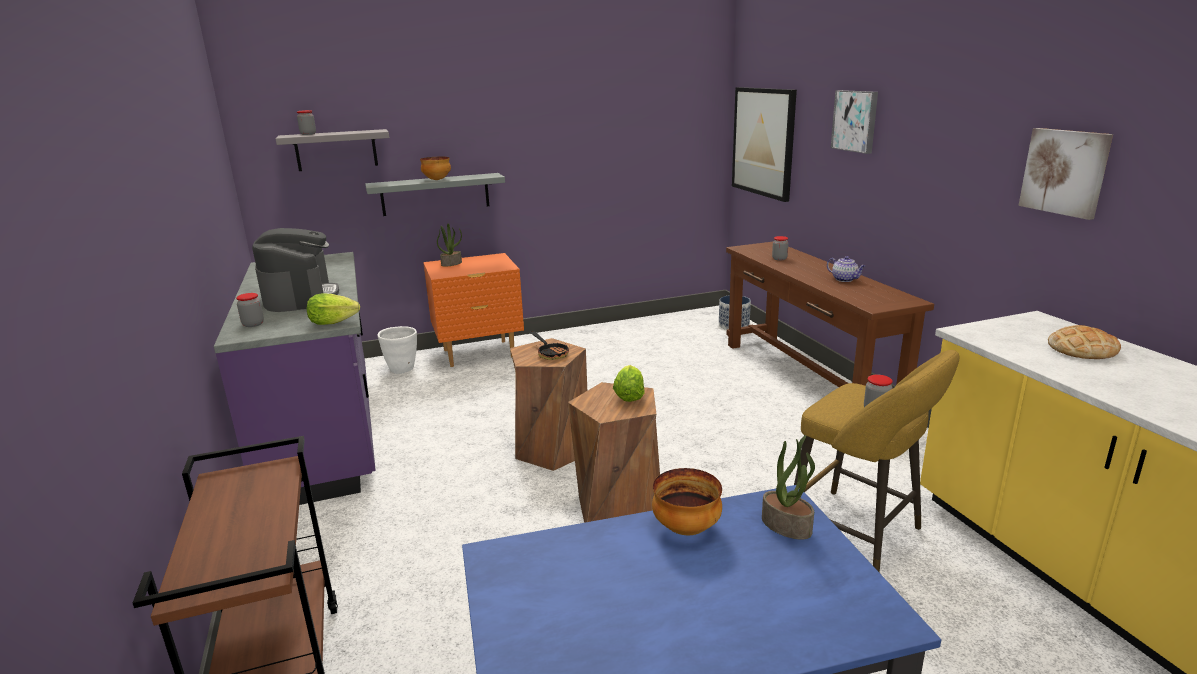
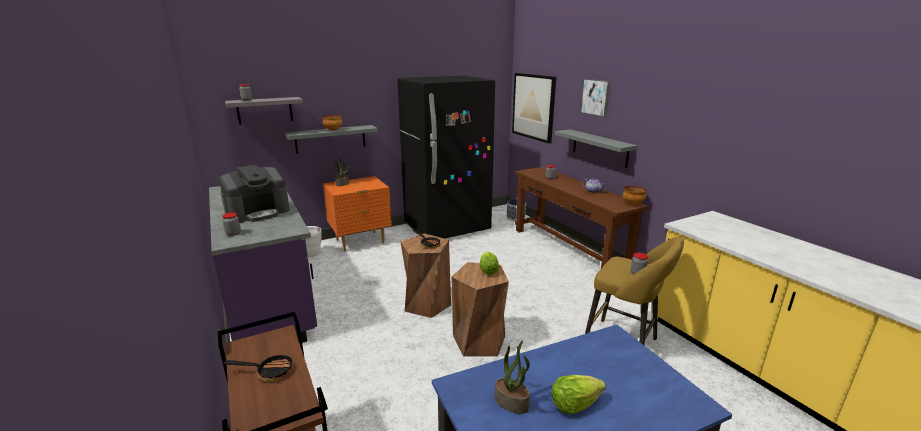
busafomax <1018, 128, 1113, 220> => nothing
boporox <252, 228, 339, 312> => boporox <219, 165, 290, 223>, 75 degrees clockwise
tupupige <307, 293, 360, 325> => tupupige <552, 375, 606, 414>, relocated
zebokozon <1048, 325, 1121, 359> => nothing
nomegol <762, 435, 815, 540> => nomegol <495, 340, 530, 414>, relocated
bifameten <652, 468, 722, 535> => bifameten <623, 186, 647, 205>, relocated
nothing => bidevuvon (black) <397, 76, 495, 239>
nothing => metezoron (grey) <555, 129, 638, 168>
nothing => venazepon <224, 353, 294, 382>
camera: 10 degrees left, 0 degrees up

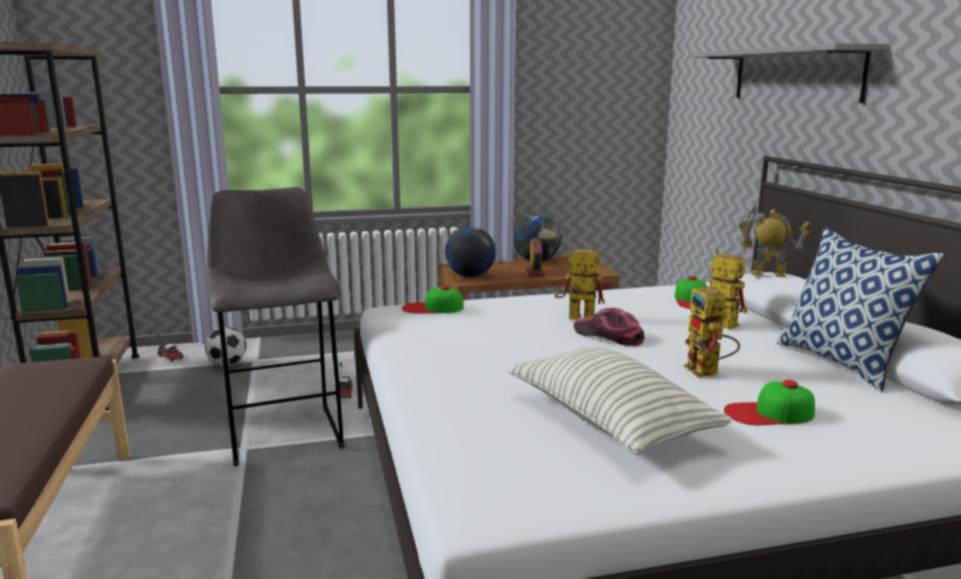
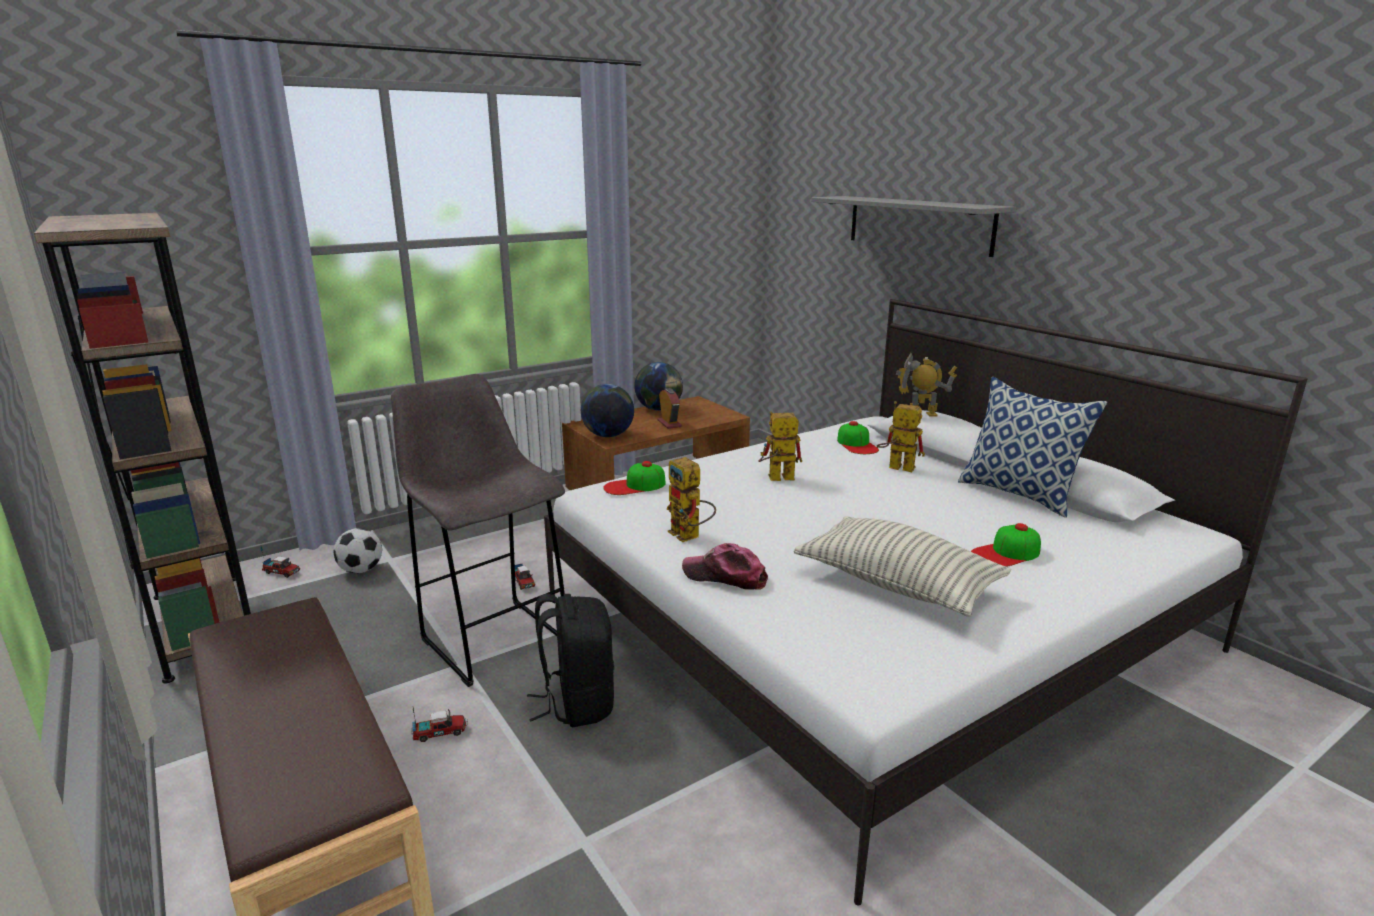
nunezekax <684, 287, 740, 378> => nunezekax <667, 457, 716, 542>, relocated
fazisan <574, 308, 645, 346> => fazisan <682, 543, 768, 590>, relocated
nothing => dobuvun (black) <527, 594, 614, 727>
nothing => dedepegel <411, 707, 468, 742>
camera: 20 degrees left, 5 degrees up

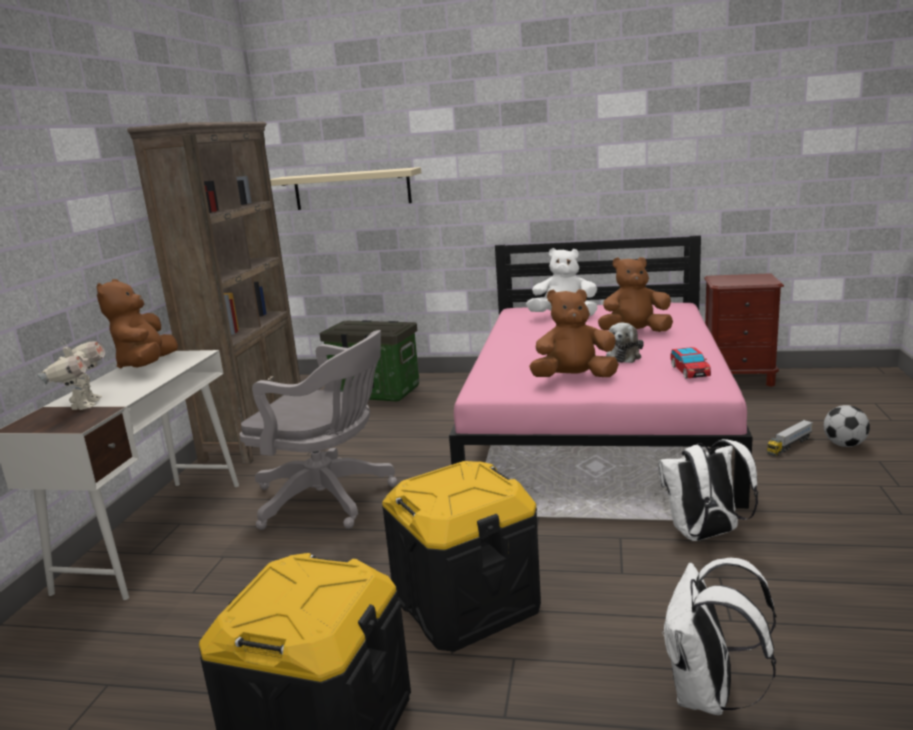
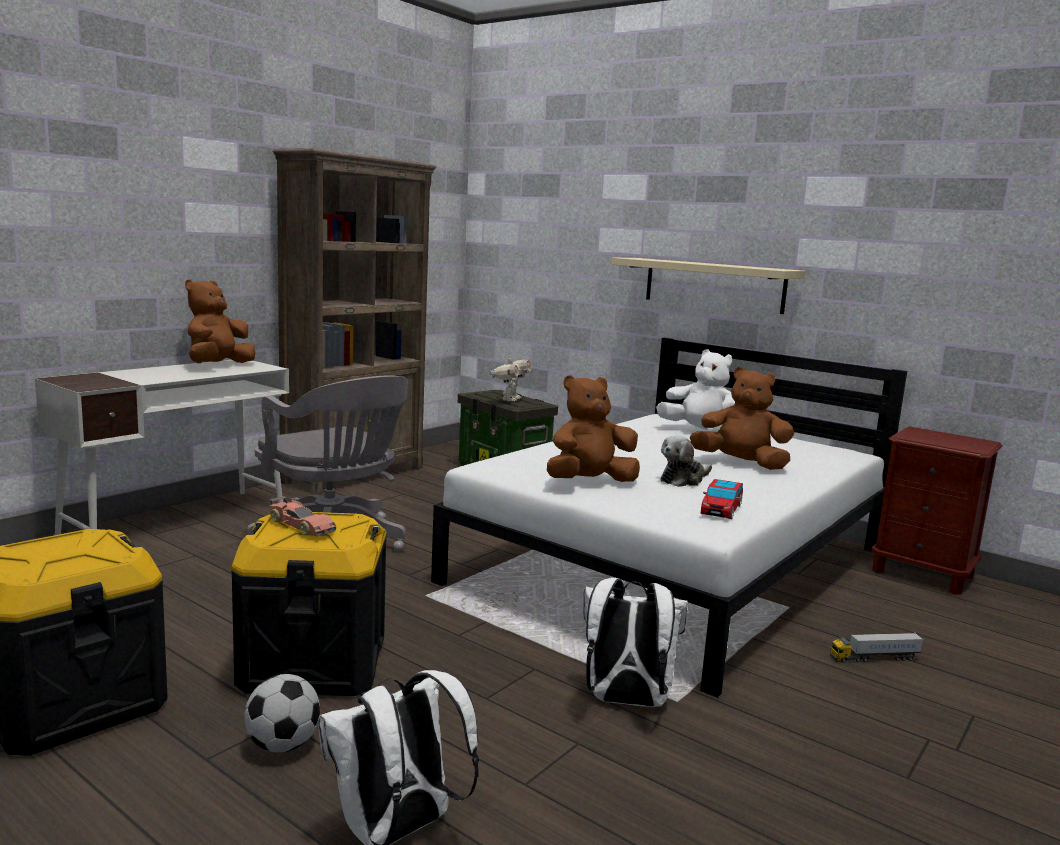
metezoron (beige) <270, 167, 421, 210> => metezoron (beige) <611, 257, 806, 314>, relocated
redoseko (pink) <449, 235, 753, 509> => redoseko (white) <431, 338, 907, 697>
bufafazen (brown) <529, 289, 619, 377> => bufafazen (brown) <547, 375, 640, 482>, 45 degrees counterclockwise
nunezekax <37, 340, 105, 410> => nunezekax <490, 355, 531, 401>, relocated
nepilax <824, 405, 870, 447> => nepilax <244, 674, 320, 753>, relocated
nothing => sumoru <270, 496, 336, 537>
camera: 25 degrees right, 5 degrees down

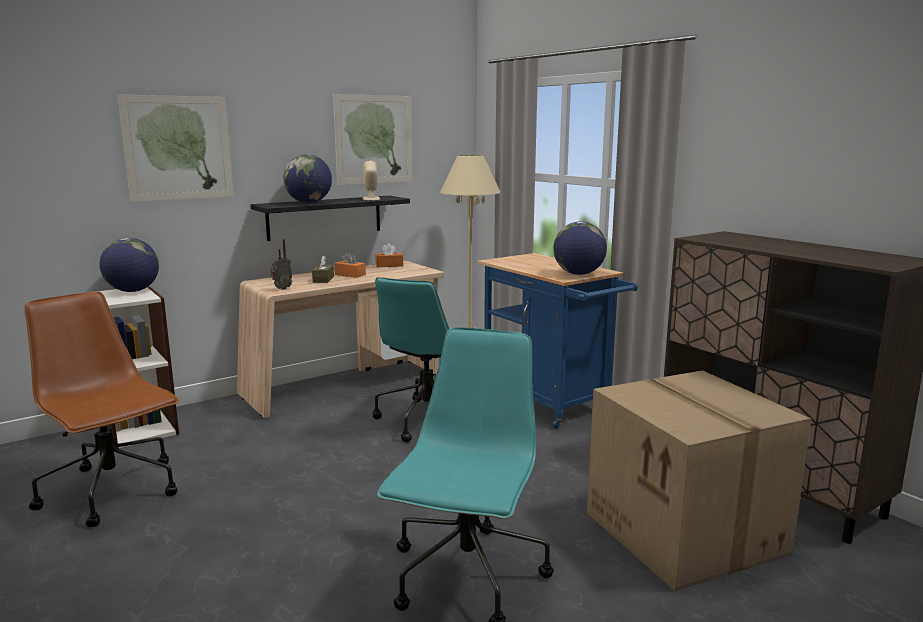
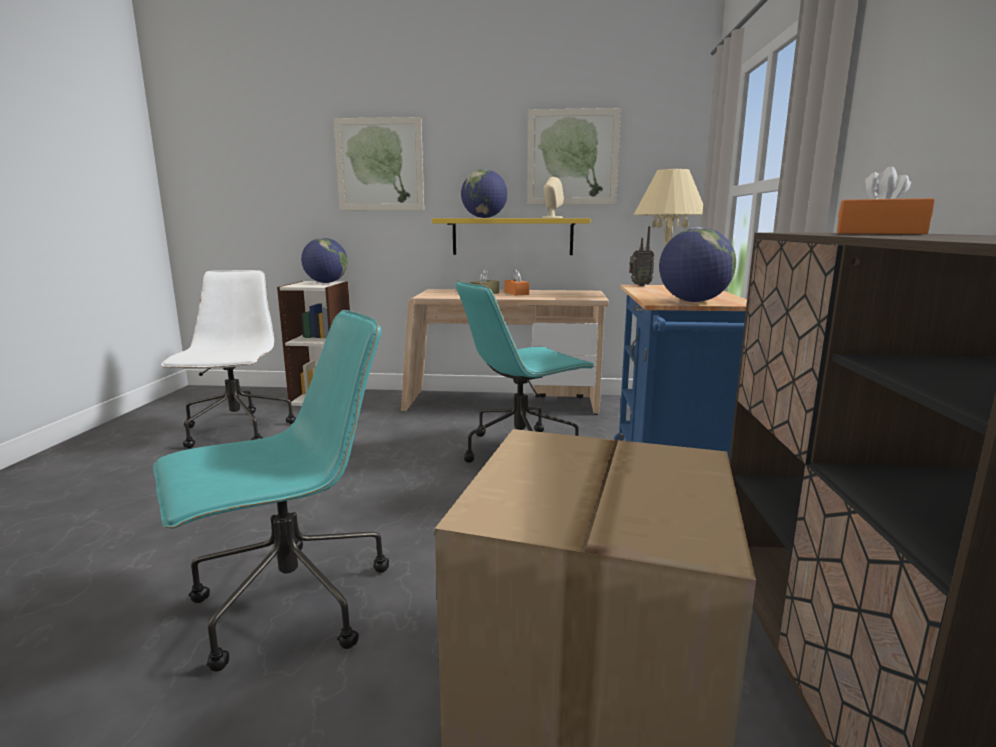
metezoron (black) <251, 195, 410, 241> => metezoron (yellow) <432, 218, 590, 255>
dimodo <270, 239, 293, 290> => dimodo <629, 226, 655, 286>, relocated
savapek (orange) <375, 243, 403, 267> => savapek (orange) <837, 166, 935, 234>, relocated
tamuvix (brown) <24, 291, 179, 527> => tamuvix (white) <161, 270, 296, 448>
camera: 40 degrees right, 0 degrees up

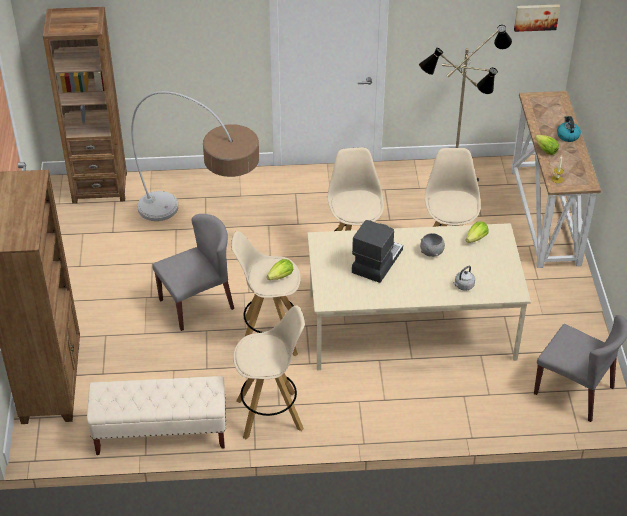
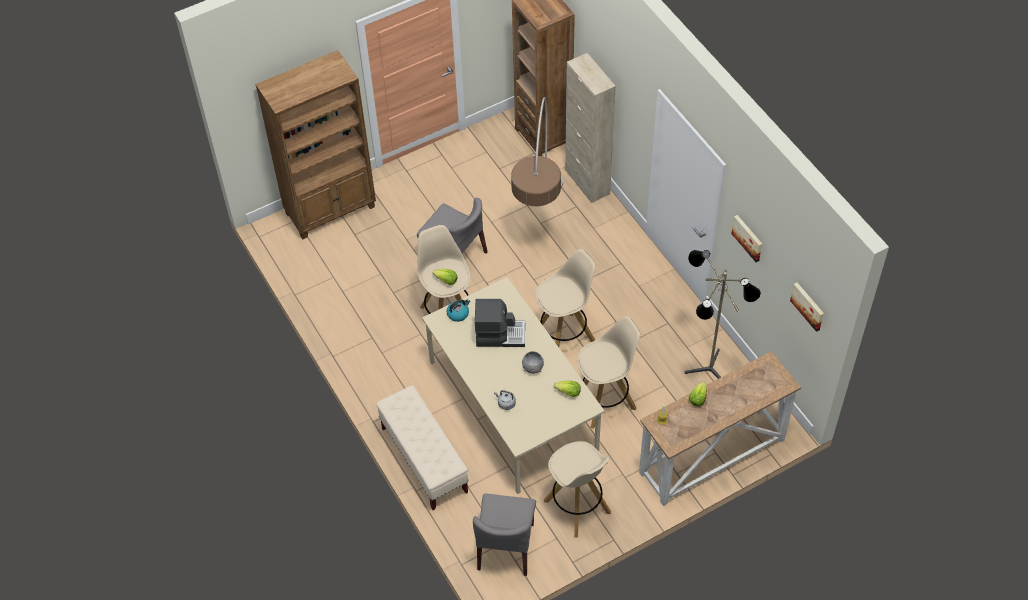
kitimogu <557, 116, 581, 142> => kitimogu <447, 299, 470, 322>, relocated
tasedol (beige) <233, 305, 305, 439> => tasedol (beige) <544, 441, 611, 538>, relocated
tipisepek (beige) <87, 376, 226, 455> => tipisepek (beige) <376, 386, 468, 510>, relocated
nothing => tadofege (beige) <565, 53, 616, 203>
nothing => busafomax <731, 215, 762, 262>
camera: 65 degrees right, 10 degrees up

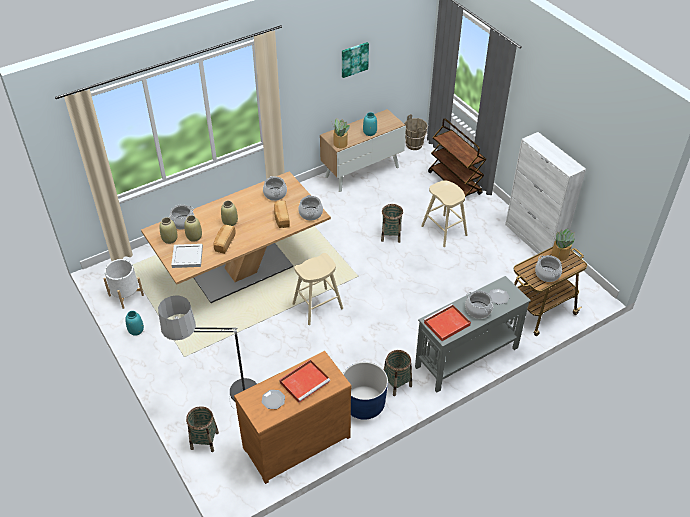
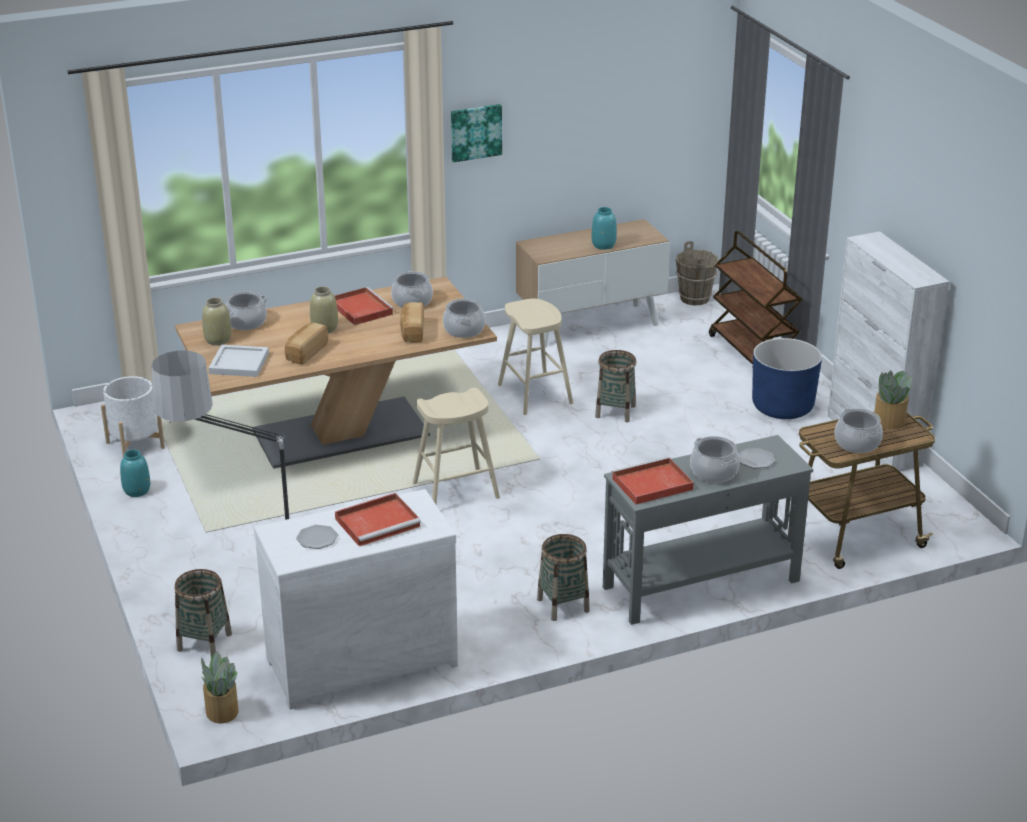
busafomax <342, 42, 369, 78> => busafomax <451, 104, 502, 162>, relocated
nomegol <333, 118, 350, 148> => nomegol <201, 651, 238, 724>, relocated
tasedol (beige) <421, 180, 467, 247> => tasedol (beige) <498, 298, 573, 415>, relocated
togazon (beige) <184, 215, 202, 242> => nothing
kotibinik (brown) <234, 351, 352, 484> => kotibinik (white) <254, 489, 458, 710>
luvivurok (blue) <343, 362, 388, 420> => luvivurok (blue) <752, 338, 822, 419>, relocated
nothing => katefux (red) <335, 287, 394, 325>
camera: 10 degrees right, 15 degrees down

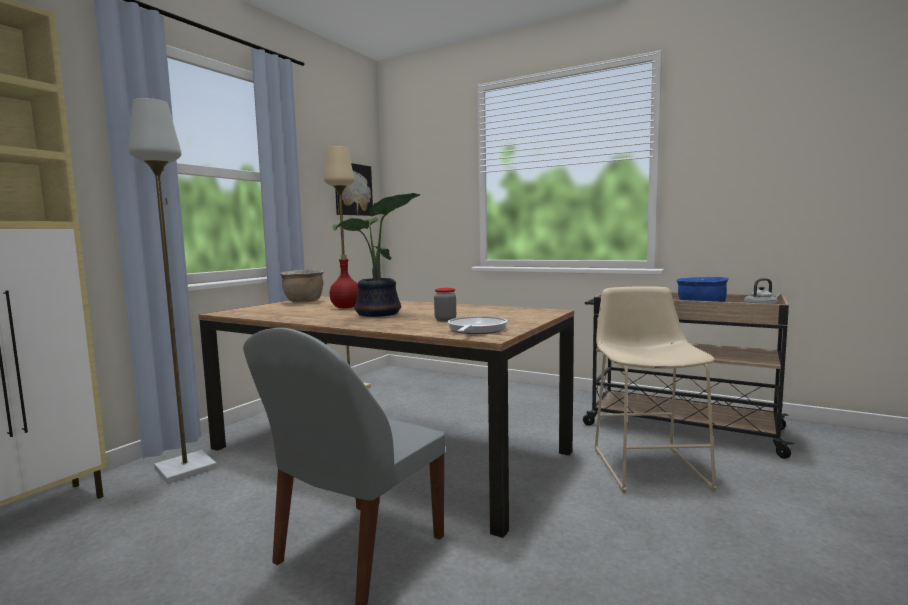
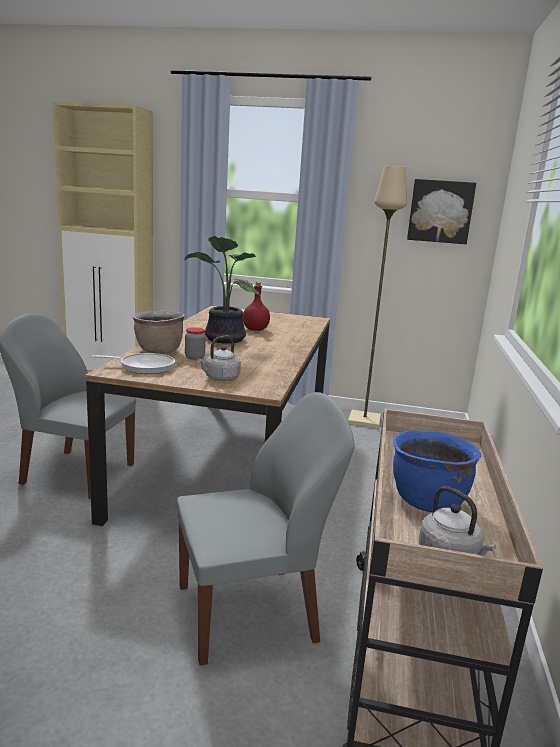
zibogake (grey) <128, 98, 217, 484> => nothing
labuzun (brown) <280, 269, 324, 303> => labuzun (brown) <132, 310, 185, 354>, relocated
tasedol (beige) <594, 286, 717, 493> => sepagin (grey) <177, 392, 355, 666>
nothing => kitimogu (grey) <197, 336, 241, 381>
camera: 70 degrees right, 10 degrees up

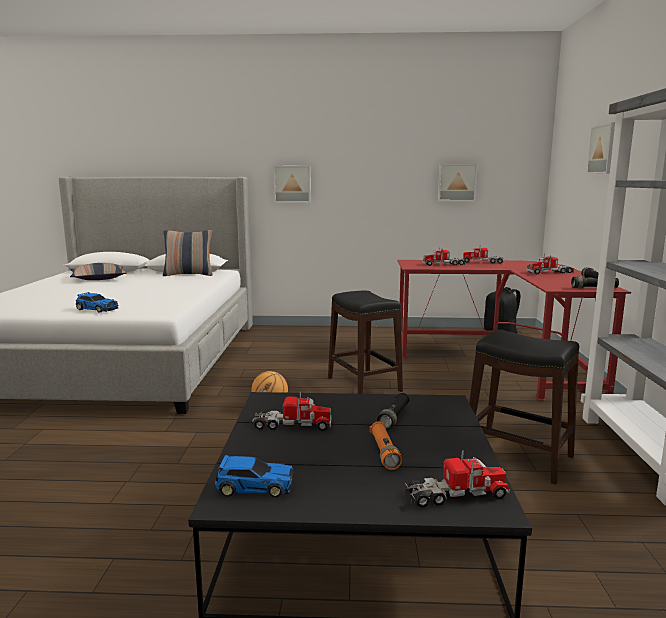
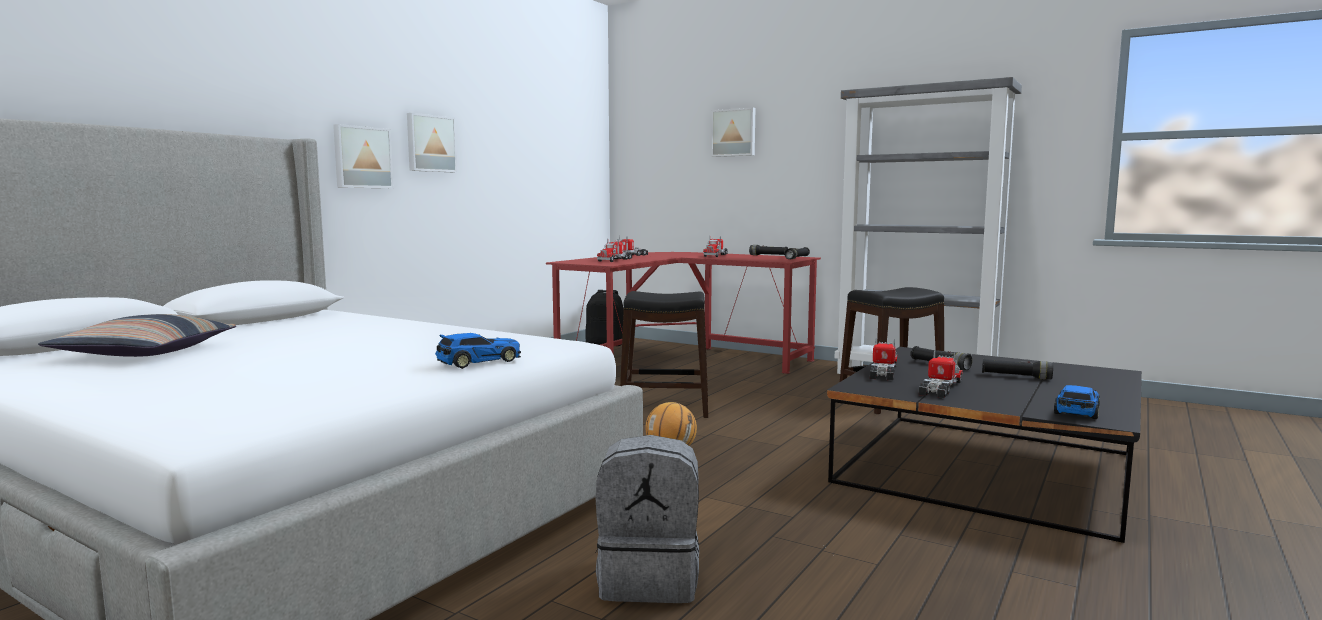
busafomax <438, 164, 477, 201> => busafomax <407, 113, 457, 172>, relocated
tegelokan <163, 230, 213, 276> => nothing
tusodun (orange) <370, 422, 402, 470> => tusodun (black) <982, 358, 1053, 380>
dedepegel <405, 450, 510, 508> => dedepegel <870, 338, 898, 381>, relocated
nothing => dobuvun (grey) <596, 435, 699, 603>
camera: 60 degrees left, 5 degrees down

